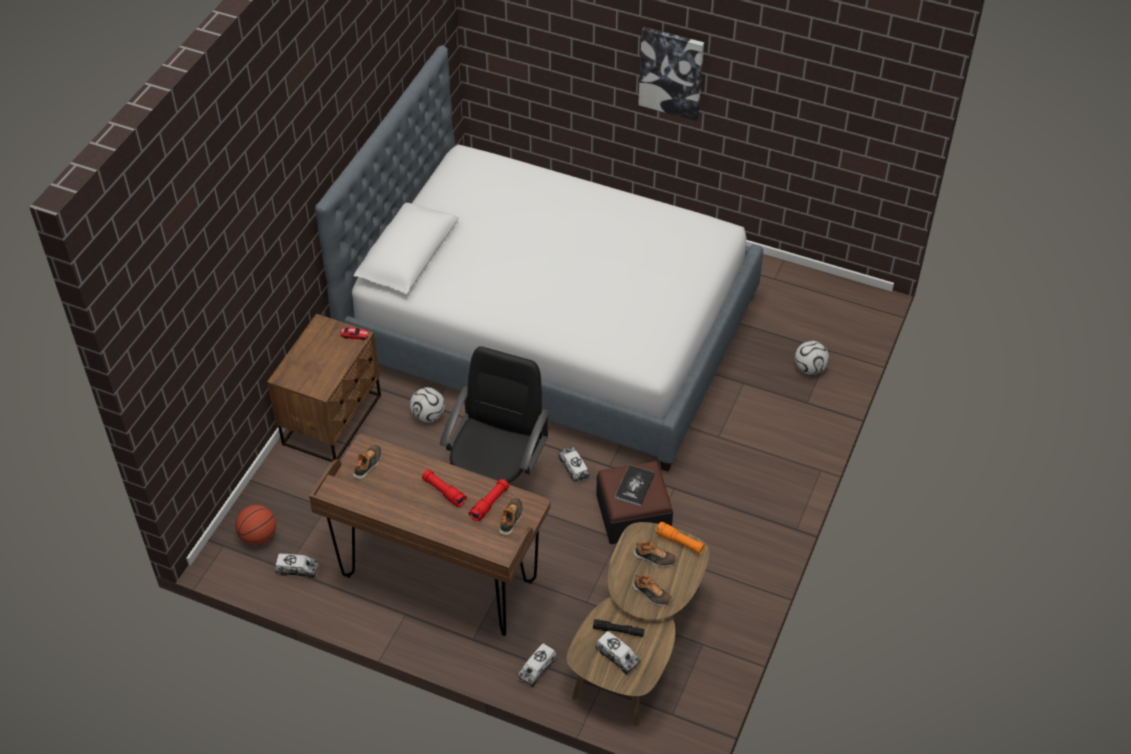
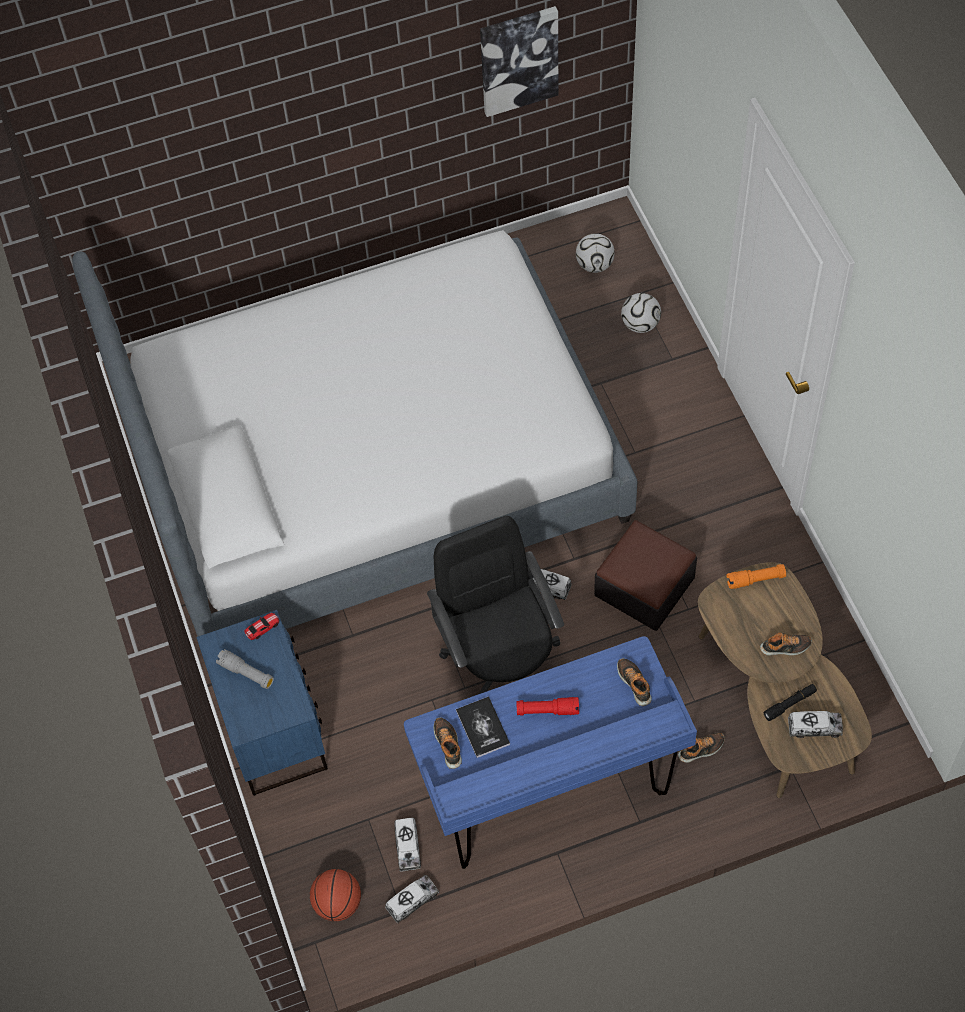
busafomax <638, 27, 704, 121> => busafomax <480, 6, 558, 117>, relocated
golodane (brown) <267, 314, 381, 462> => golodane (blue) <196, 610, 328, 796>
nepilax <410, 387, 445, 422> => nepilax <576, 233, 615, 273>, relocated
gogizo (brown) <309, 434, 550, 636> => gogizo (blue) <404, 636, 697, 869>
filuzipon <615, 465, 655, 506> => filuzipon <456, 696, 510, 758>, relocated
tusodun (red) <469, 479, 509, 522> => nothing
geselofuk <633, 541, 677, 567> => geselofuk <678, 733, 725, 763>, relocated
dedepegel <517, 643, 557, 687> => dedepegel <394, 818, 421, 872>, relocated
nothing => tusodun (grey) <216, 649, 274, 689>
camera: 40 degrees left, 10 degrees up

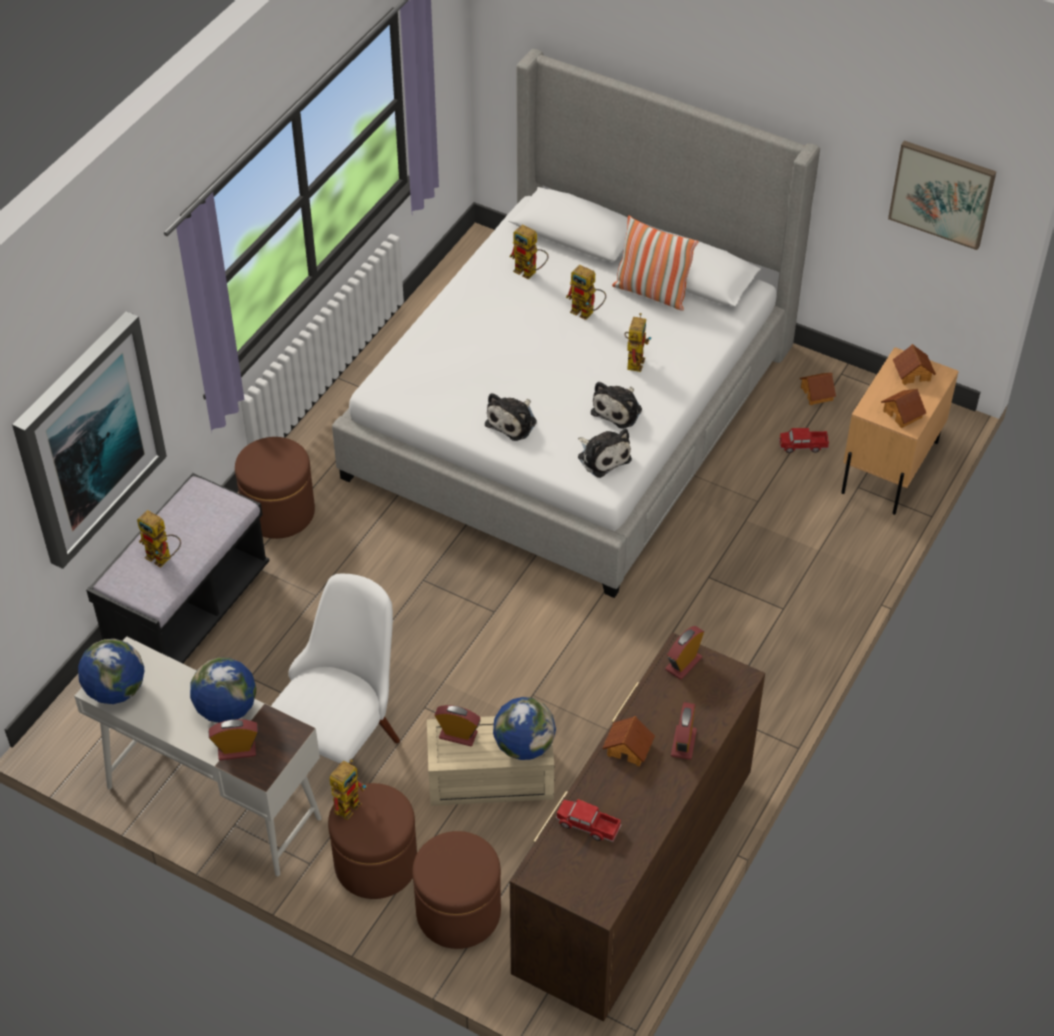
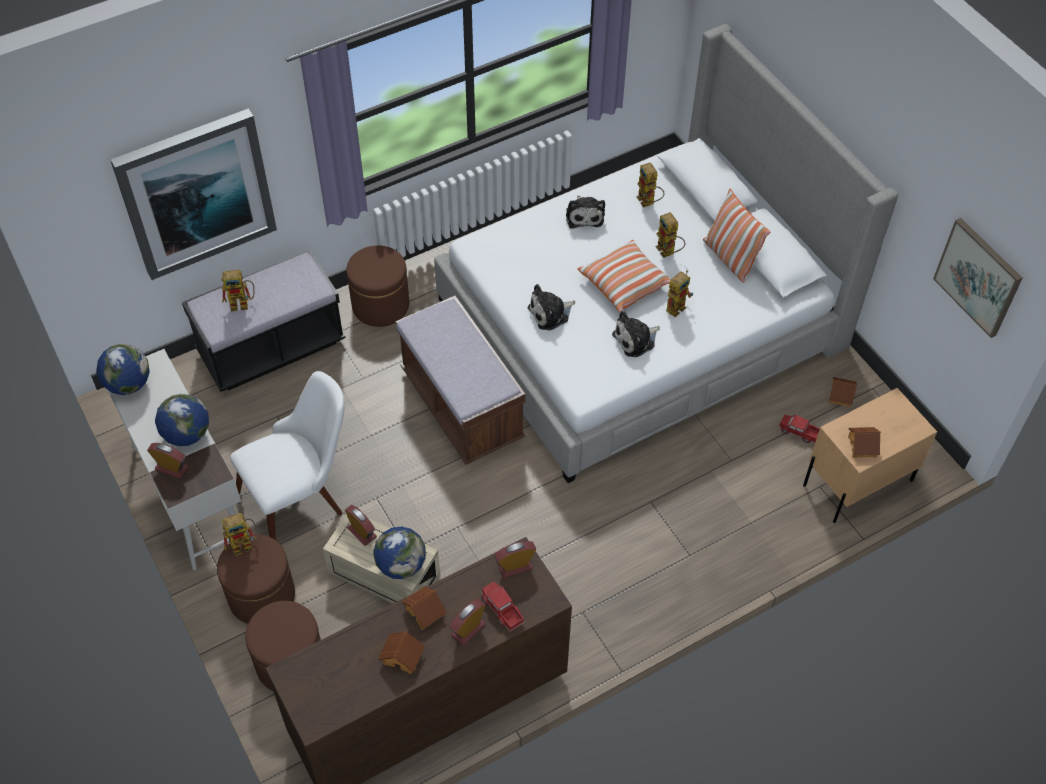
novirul <893, 344, 936, 385> => novirul <378, 631, 425, 674>, relocated
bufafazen <578, 429, 632, 478> => bufafazen <566, 196, 605, 228>, relocated
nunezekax <137, 510, 181, 568> => nunezekax <221, 270, 255, 312>, 75 degrees counterclockwise
dedepegel <556, 799, 621, 842> => dedepegel <481, 582, 525, 632>, relocated
nothing => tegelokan <578, 240, 670, 312>
nothing => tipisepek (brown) <396, 296, 525, 465>
camera: 30 degrees right, 5 degrees up

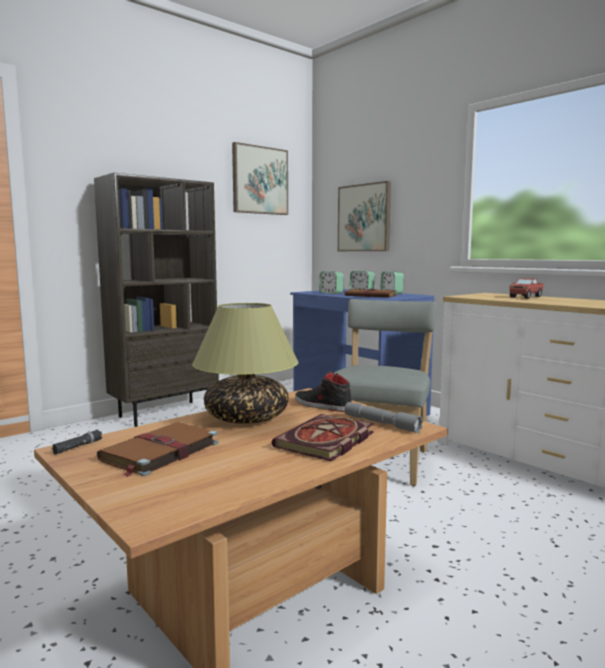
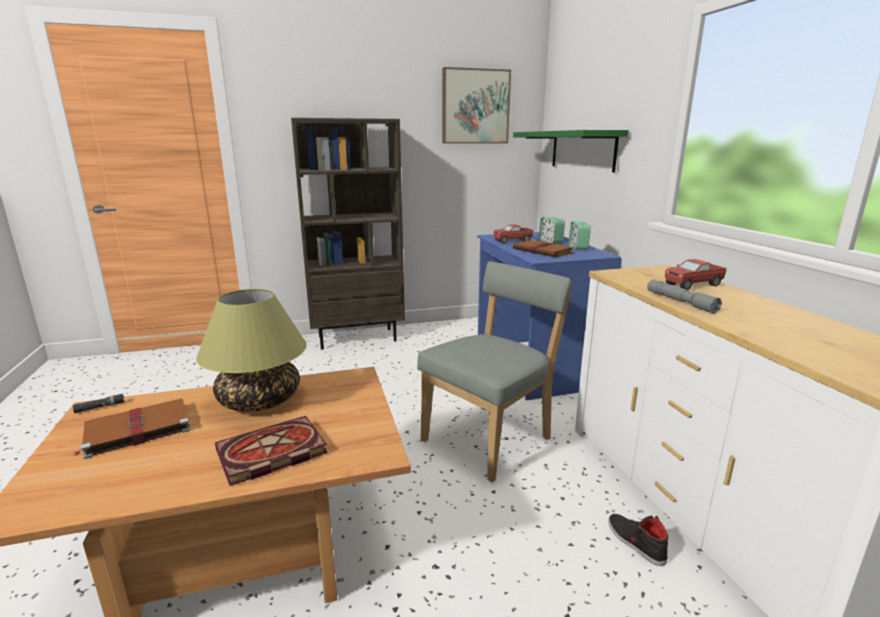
busafomax <338, 181, 391, 251> => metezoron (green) <513, 130, 629, 172>
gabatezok <319, 271, 344, 294> => dedepegel <494, 224, 533, 244>
geselofuk (black) <295, 371, 351, 412> => geselofuk (black) <608, 514, 668, 566>, relocated
tusodun (grey) <344, 402, 423, 433> => tusodun (grey) <647, 279, 722, 314>, relocated
camera: 25 degrees right, 10 degrees up

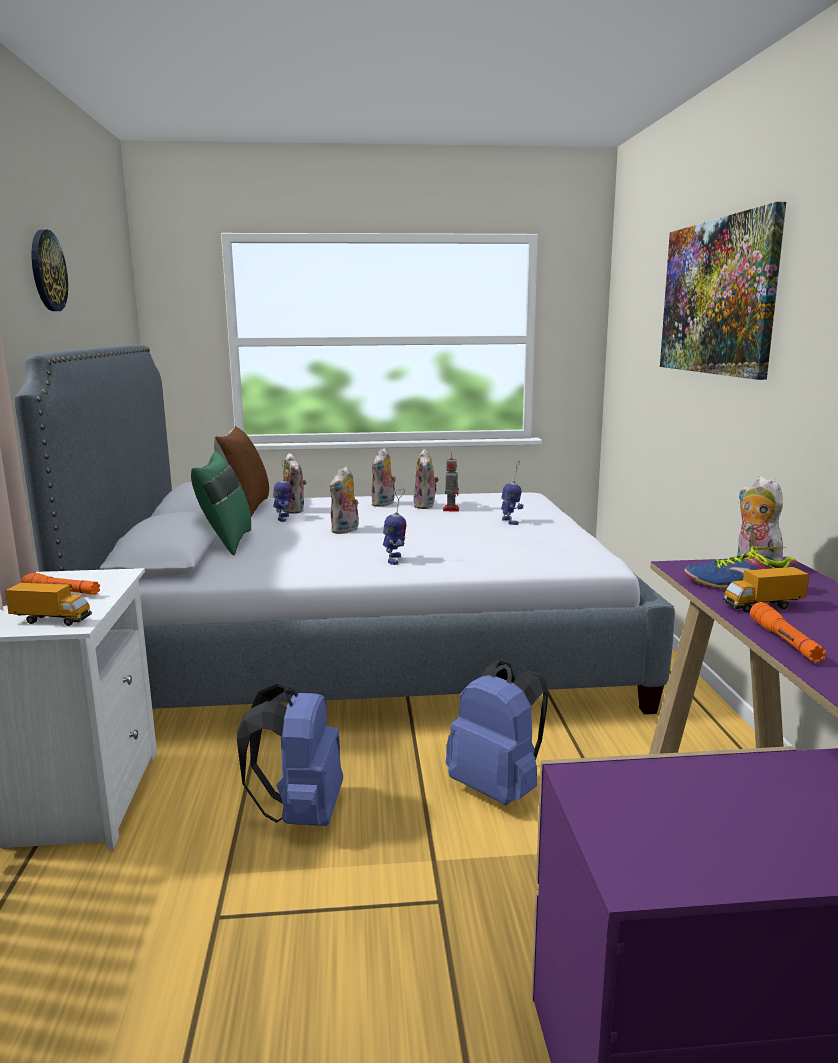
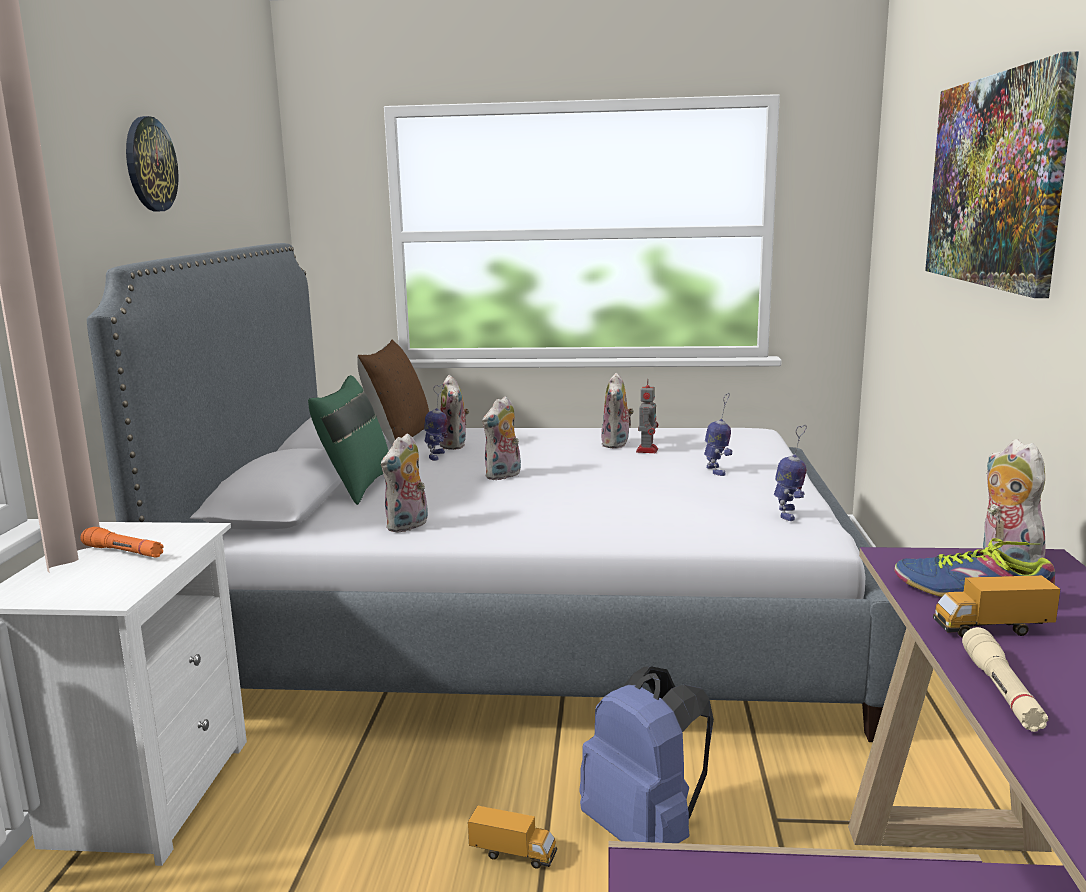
bufafazen <371, 448, 396, 507> => bufafazen <381, 433, 428, 533>, relocated
nunezekax <383, 488, 406, 565> => nunezekax <774, 425, 807, 521>, relocated
dedepegel <5, 583, 92, 626> => dedepegel <468, 806, 557, 869>, relocated
tusodun (orange) <750, 602, 827, 663> => tusodun (beige) <962, 627, 1048, 732>
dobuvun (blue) <237, 684, 343, 826> => nothing
camera: 10 degrees right, 0 degrees up

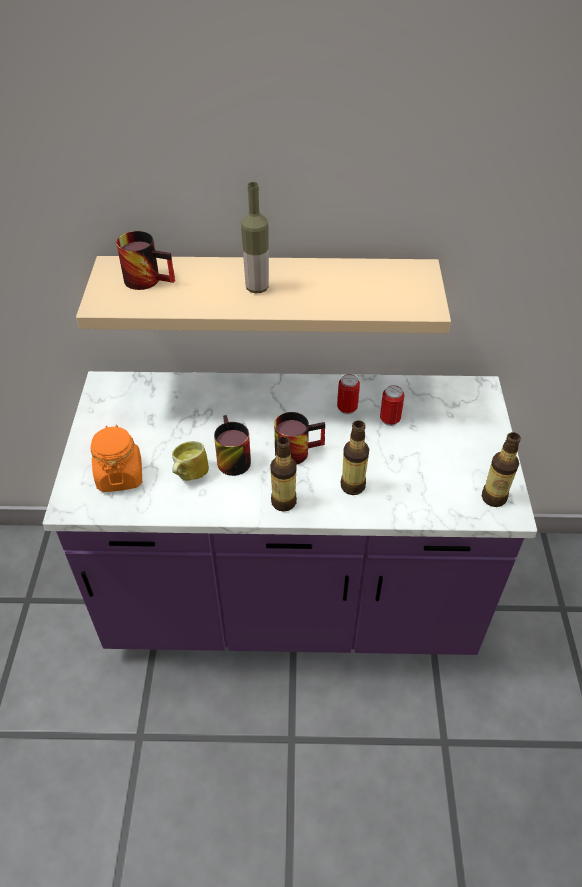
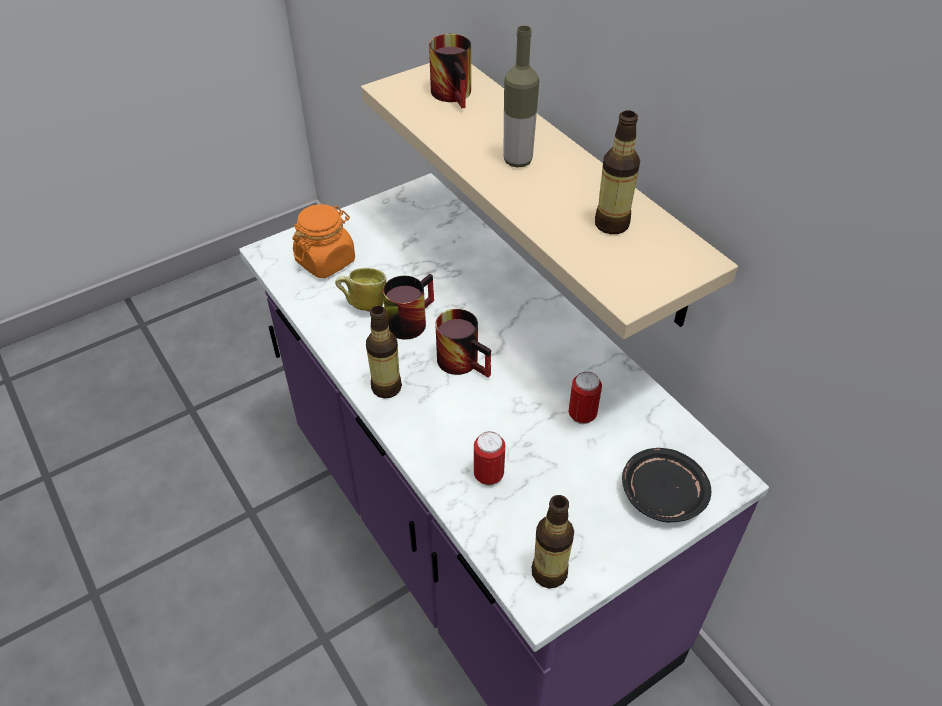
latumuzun <337, 374, 360, 414> => latumuzun <474, 432, 505, 486>, relocated
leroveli <341, 420, 369, 495> => leroveli <595, 110, 640, 234>, relocated
nothing => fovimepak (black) <622, 448, 711, 522>
camera: 55 degrees right, 0 degrees up

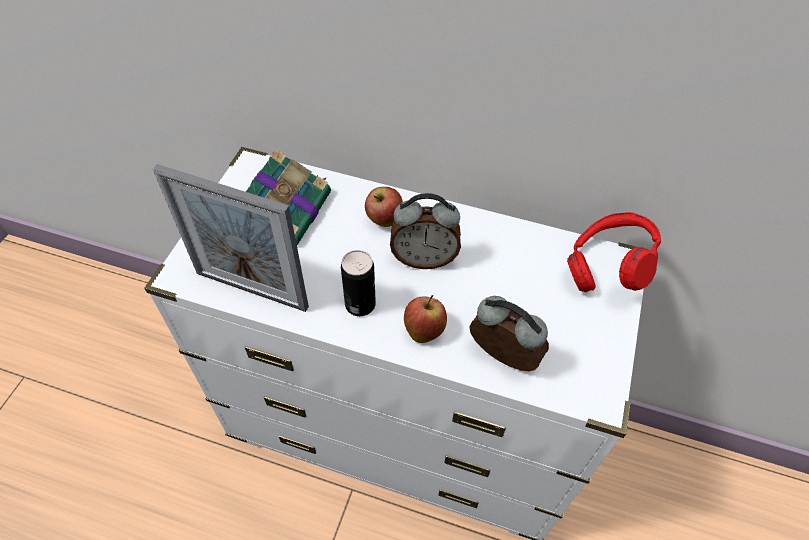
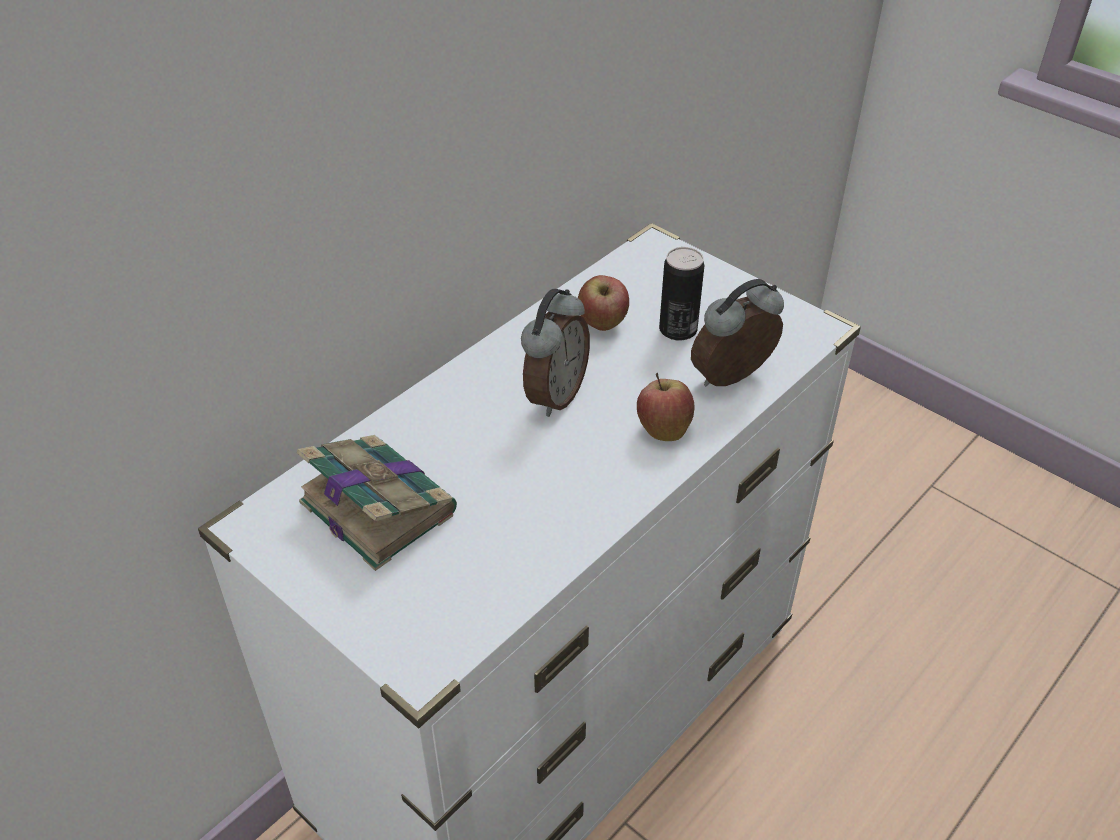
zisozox <153, 164, 309, 312> => nothing
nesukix <365, 187, 403, 227> => nesukix <578, 275, 629, 331>, relocated
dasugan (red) <567, 212, 661, 292> => nothing
latumuzun <341, 250, 376, 316> => latumuzun <659, 247, 704, 341>, relocated
camera: 65 degrees left, 10 degrees down

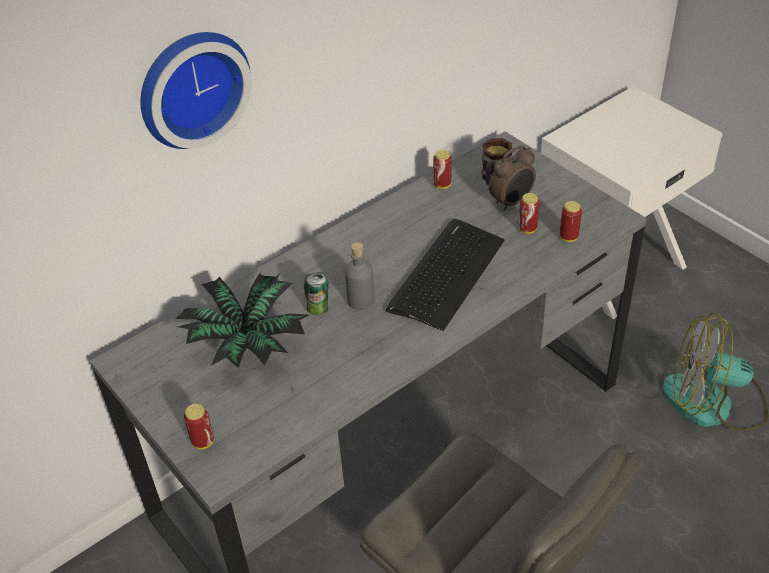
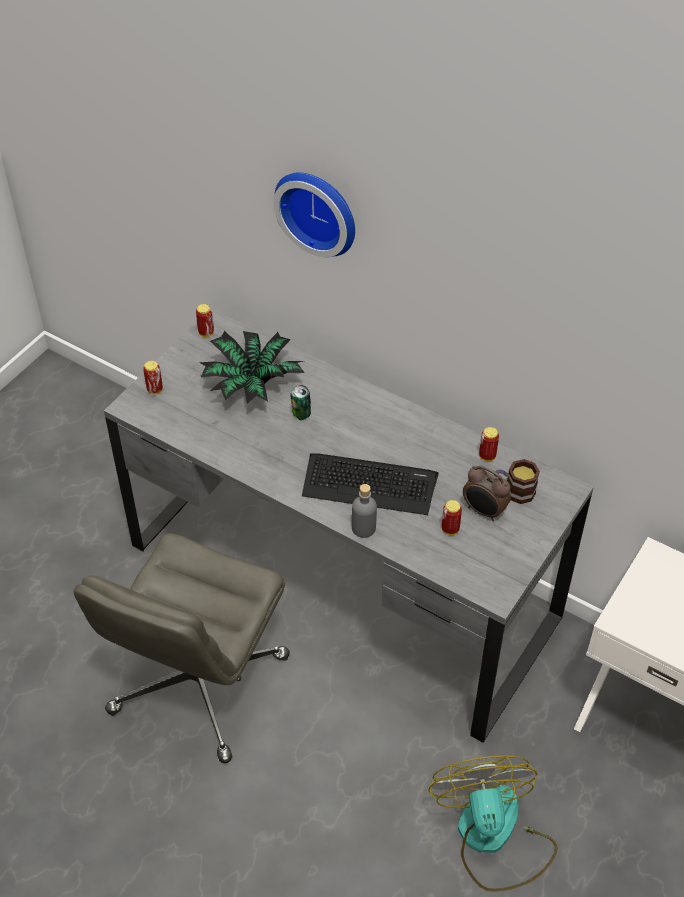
latumuzun <560, 201, 582, 242> => latumuzun <196, 304, 214, 337>, relocated
leroveli (grey) <345, 242, 375, 310> => leroveli (grey) <352, 484, 377, 538>, relocated
camera: 70 degrees right, 5 degrees up

